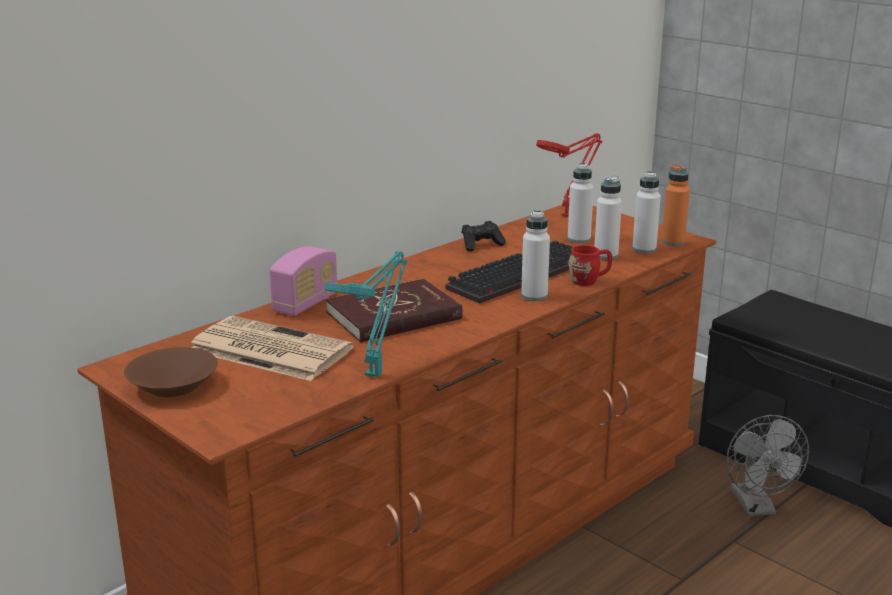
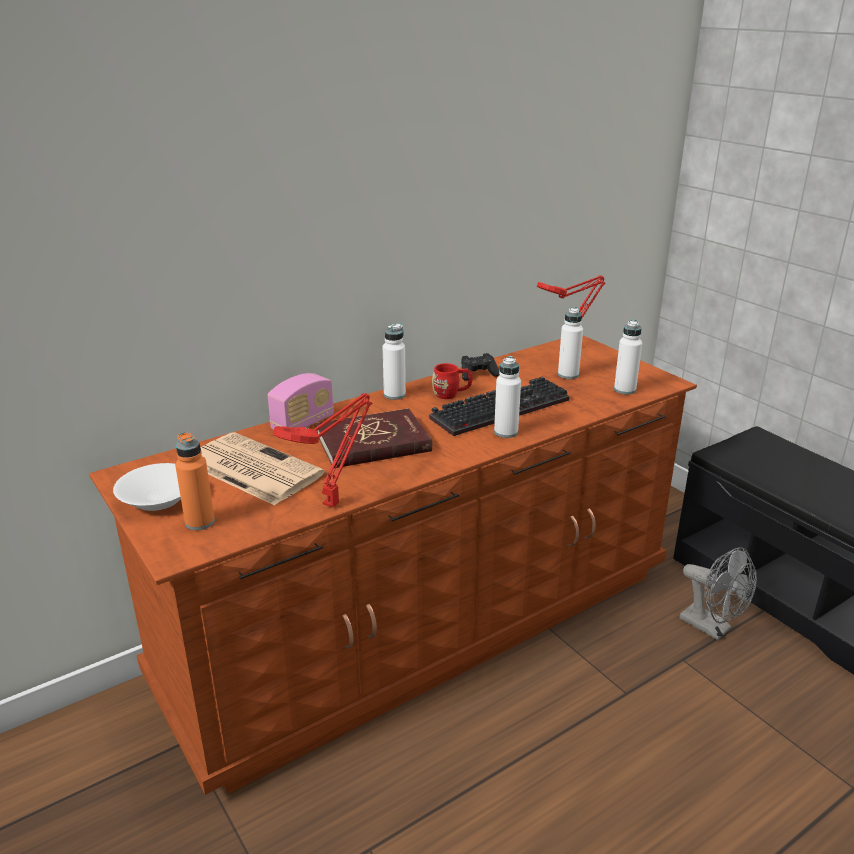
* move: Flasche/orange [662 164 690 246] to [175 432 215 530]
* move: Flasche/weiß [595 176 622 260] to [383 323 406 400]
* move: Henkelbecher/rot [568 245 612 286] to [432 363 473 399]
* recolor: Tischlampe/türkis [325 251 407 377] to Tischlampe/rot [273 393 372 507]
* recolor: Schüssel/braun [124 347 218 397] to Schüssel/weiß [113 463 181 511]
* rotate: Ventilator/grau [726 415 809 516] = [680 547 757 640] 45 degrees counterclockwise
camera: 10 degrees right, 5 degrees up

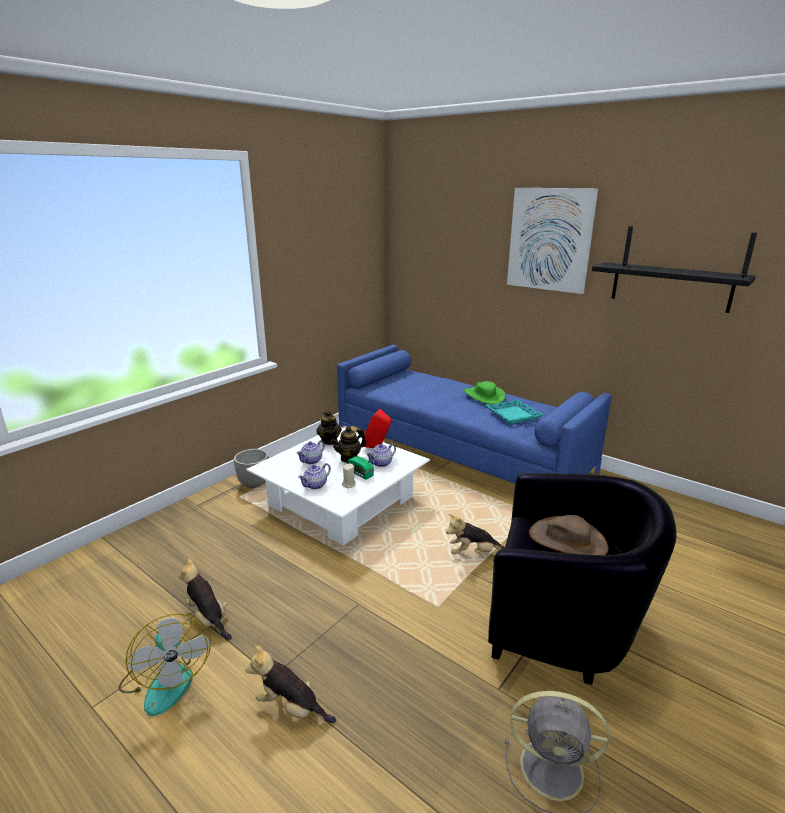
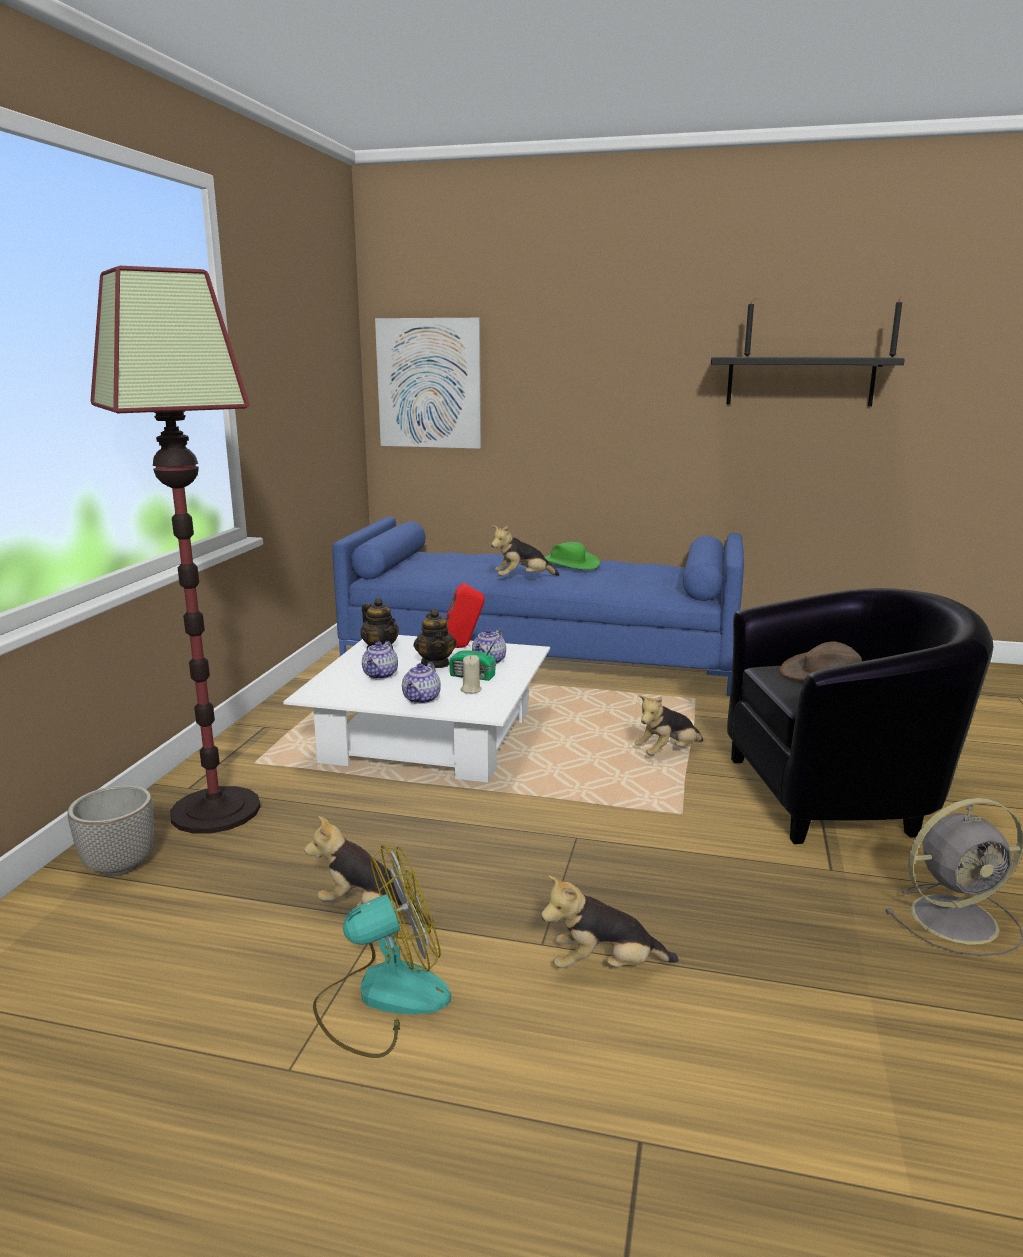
* move: Bild [507 188 598 294] to [375 318 481 449]
* delete: Tablett/türkis [486 399 544 424]
* rotate: Teekanne [331 426 366 463] = [414 609 456 668] 45 degrees counterclockwise
* move: Pflanzkübel [234 449 269 488] to [68 785 154 876]
* rotate: Ventilator [119 614 211 716] = [313 845 451 1058] 60 degrees counterclockwise
* insert: Stehlampe [91 266 260 834]
* insert: Plüschtier [491 525 560 576]
camera: 25 degrees left, 5 degrees down

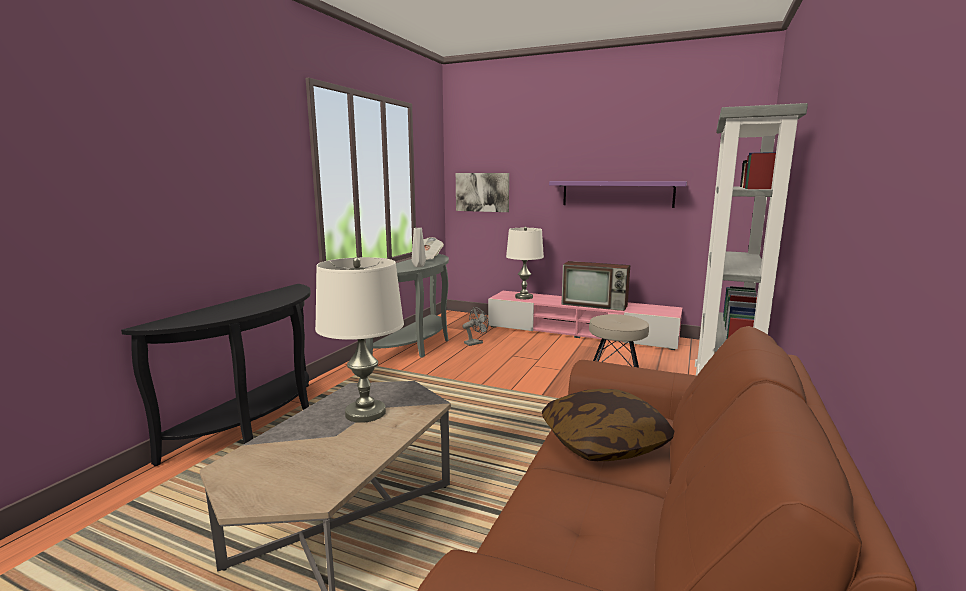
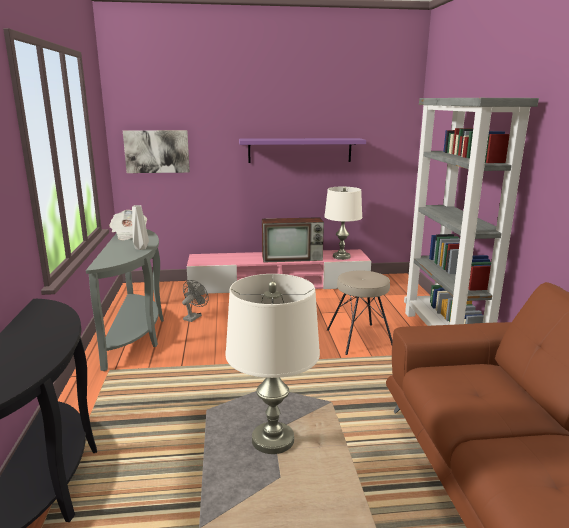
* move: Tischlampe/weiß [506 227 544 299] to [324 187 362 260]
* delete: Kissen [542 389 674 461]
camera: 30 degrees left, 5 degrees up

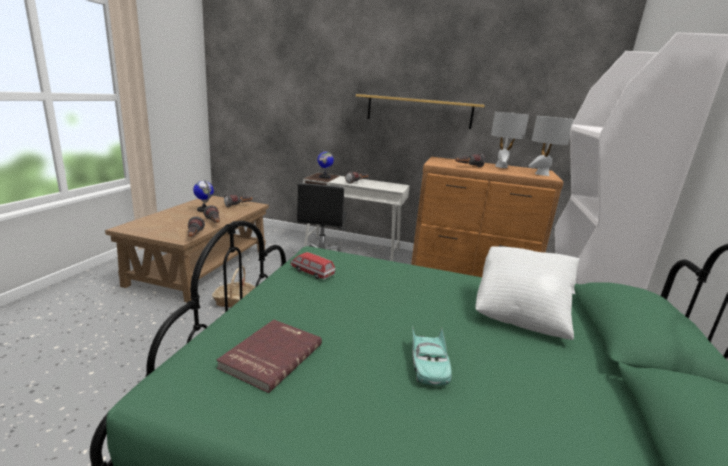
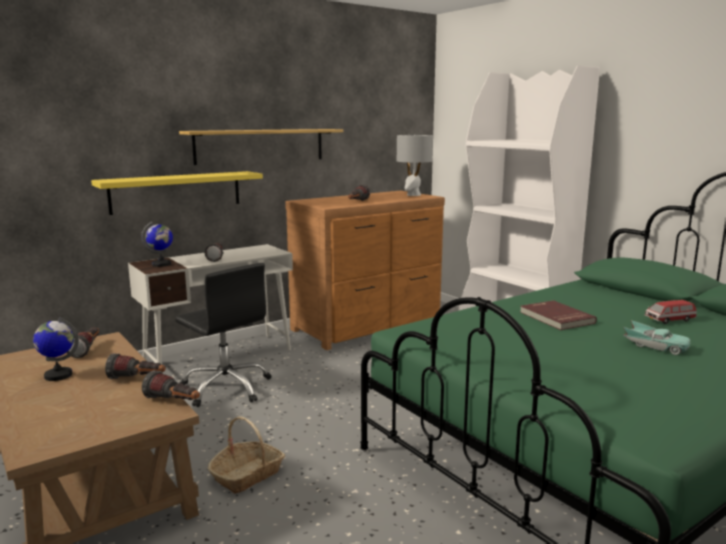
* delete: Tischlampe/grau [491 112 529 168]
* delete: Kissen/weiß [475 247 580 340]
* move: Spielzeugauto [290 252 335 279] to [644 300 697 324]
* move: Buch/rot [217 320 322 393] to [520 300 597 330]
* insert: Wandregal/gelb [91 171 263 215]
camera: 50 degrees left, 5 degrees down

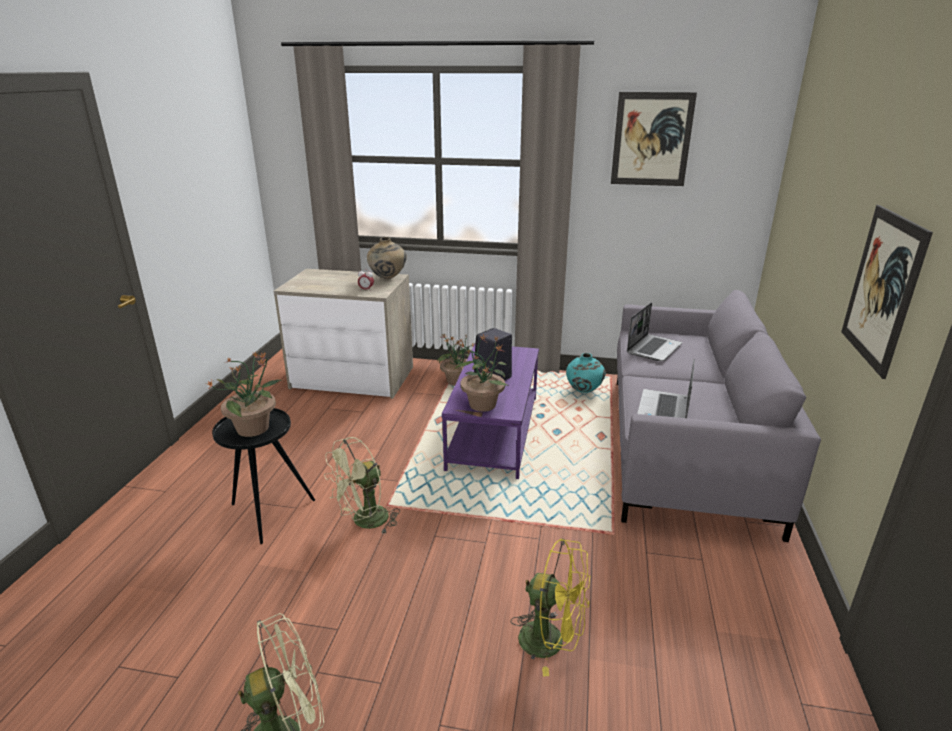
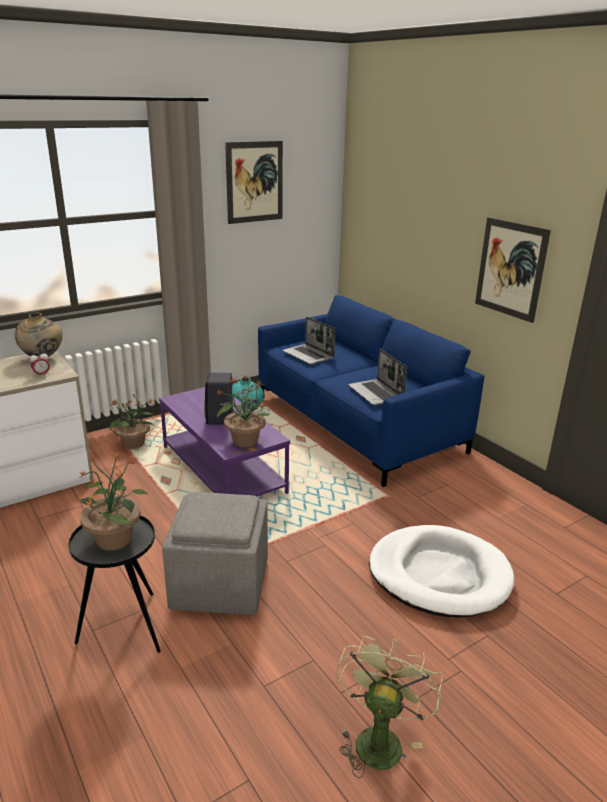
* recolor: Sofa/grau [617 290 821 542] to Sofa/blau [258 295 484 487]
* rotate: Laptop [627 302 682 361] = [282 317 335 364] 150 degrees clockwise
* replace: Ventilator/grün [324 437 400 535] to Polsterhocker/grau [162 492 268 615]
* replace: Ventilator/gelb [510 538 590 676] to Hundebett/weiß [369 525 514 618]
camera: 45 degrees left, 0 degrees up

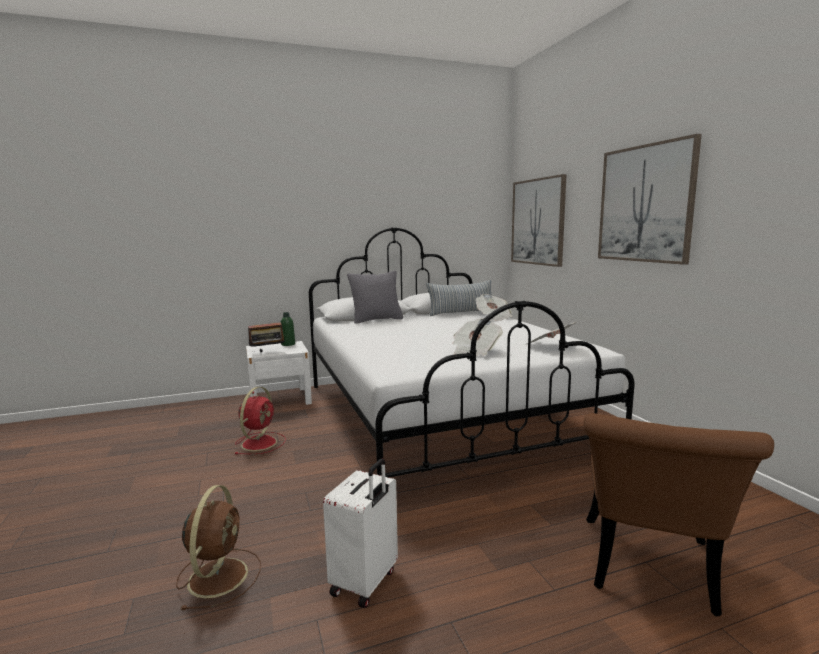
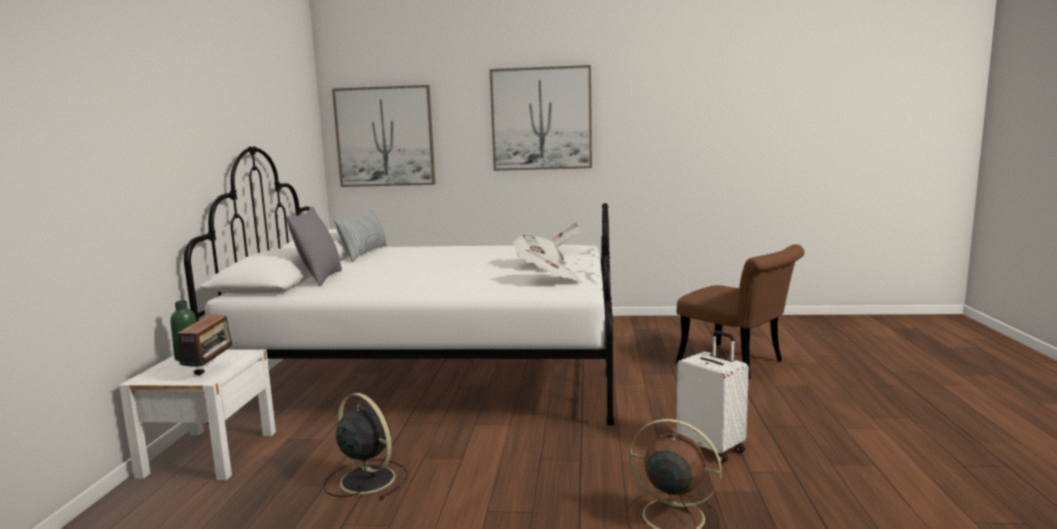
* move: Zeitung [476 294 512 321] to [524 249 585 284]
* recolor: Ventilator/rot [234 387 286 454] to Ventilator/schwarz [323 393 408 499]
camera: 65 degrees left, 0 degrees up

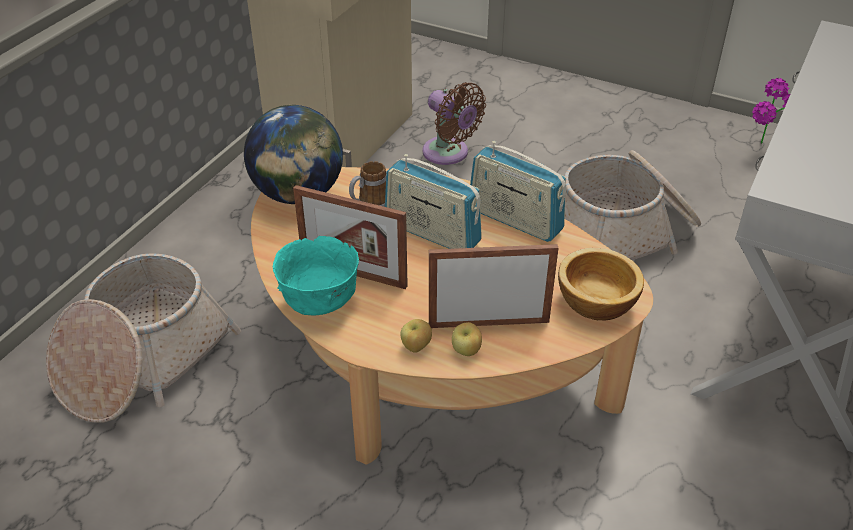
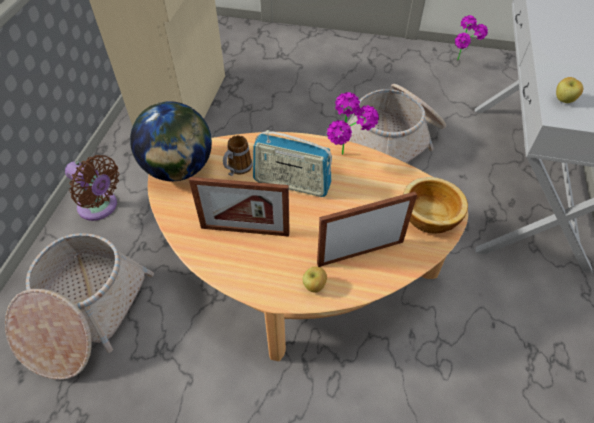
* move: Ventilator/braun [422 82 486 165] to [65 155 119 221]
* replace: Radio [470 141 566 242] to Topfpflanze [327 92 379 155]
* delete: Schüssel/türkis [273 236 359 316]
* move: Apfel [452 322 482 356] to [556 77 583 103]
camera: 15 degrees left, 10 degrees up

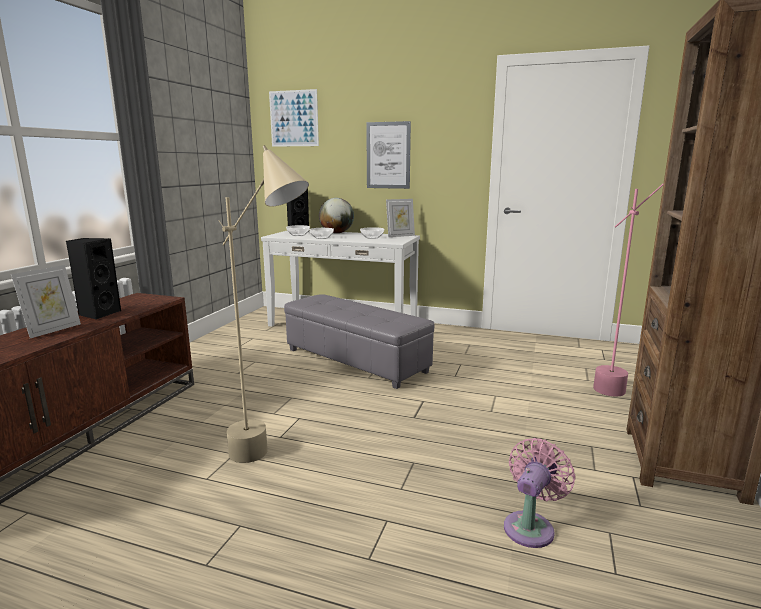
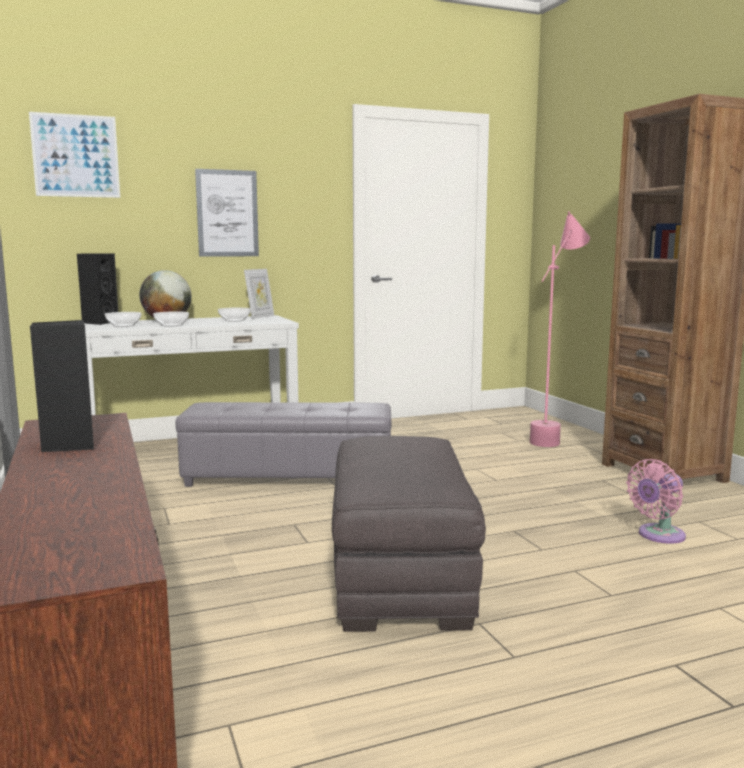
* replace: Stehlampe/beige [219 145 309 463] to Polsterhocker/grau [332 436 486 632]
* delete: Bilderrahmen [11 265 81 338]
* rotate: Ventilator/rosa [504 438 576 548] = [626 459 686 544] 120 degrees counterclockwise
camera: 40 degrees left, 5 degrees down

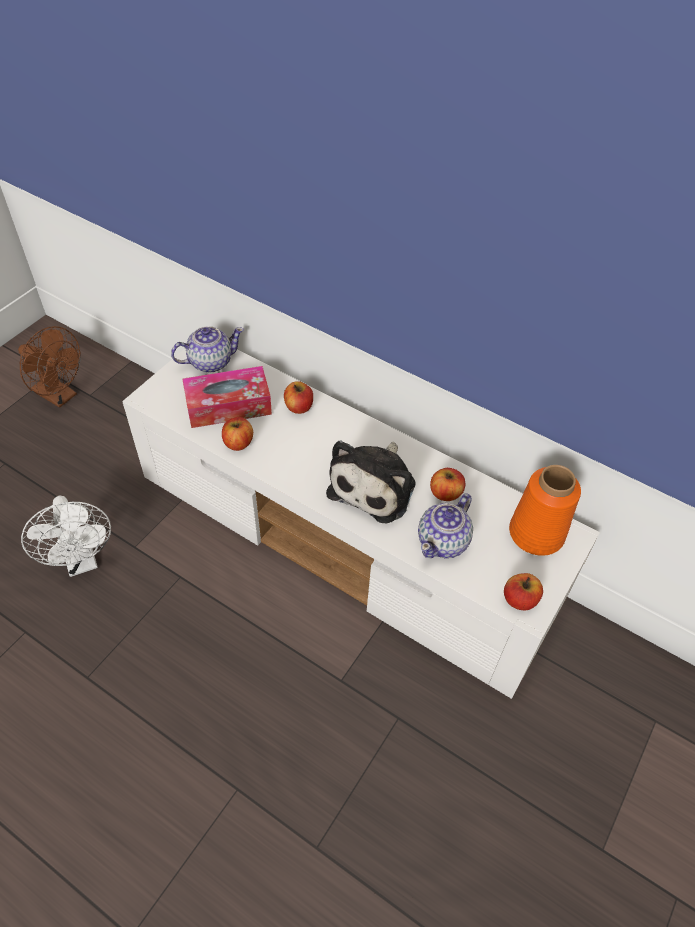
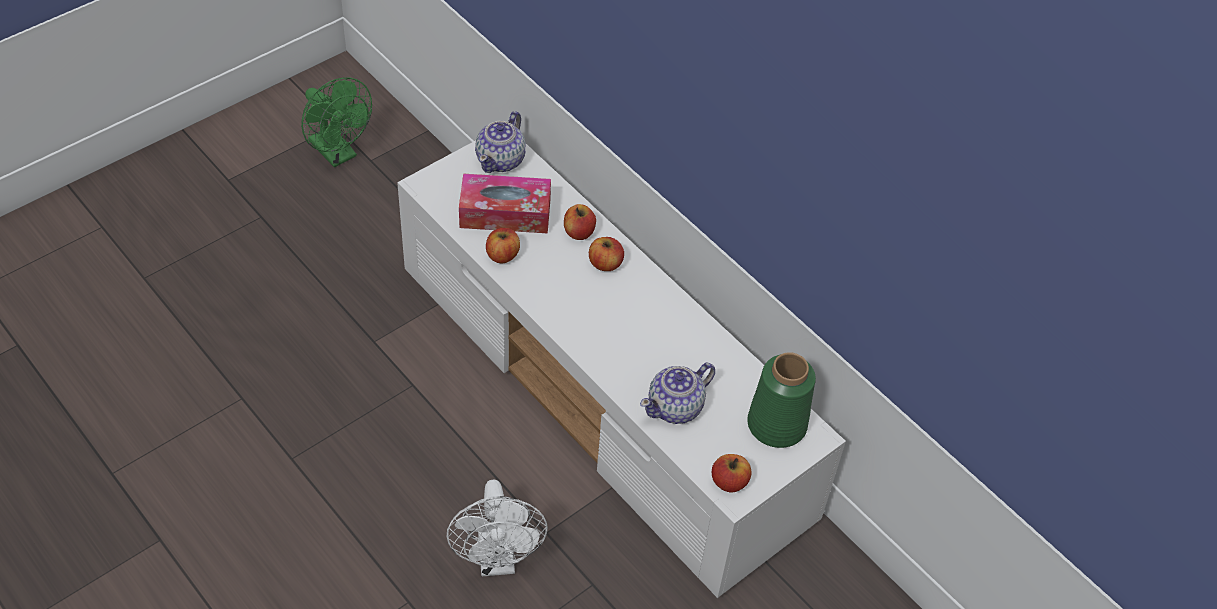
* recolor: Ventilator/braun [18 326 81 408] to Ventilator/grün [301 77 372 168]
* rotate: Teekanne [171 326 244 373] = [475 111 526 173] 120 degrees clockwise
* delete: Plüschtier [326 441 416 523]
* recolor: Vase/orange [509 465 581 556] to Vase/grün [747 352 816 448]
* move: Apfel [430 468 465 501] to [589 237 624 271]
* move: Ventilator/weiß [21 495 111 577] to [446 479 548 576]
camera: 15 degrees right, 0 degrees up

